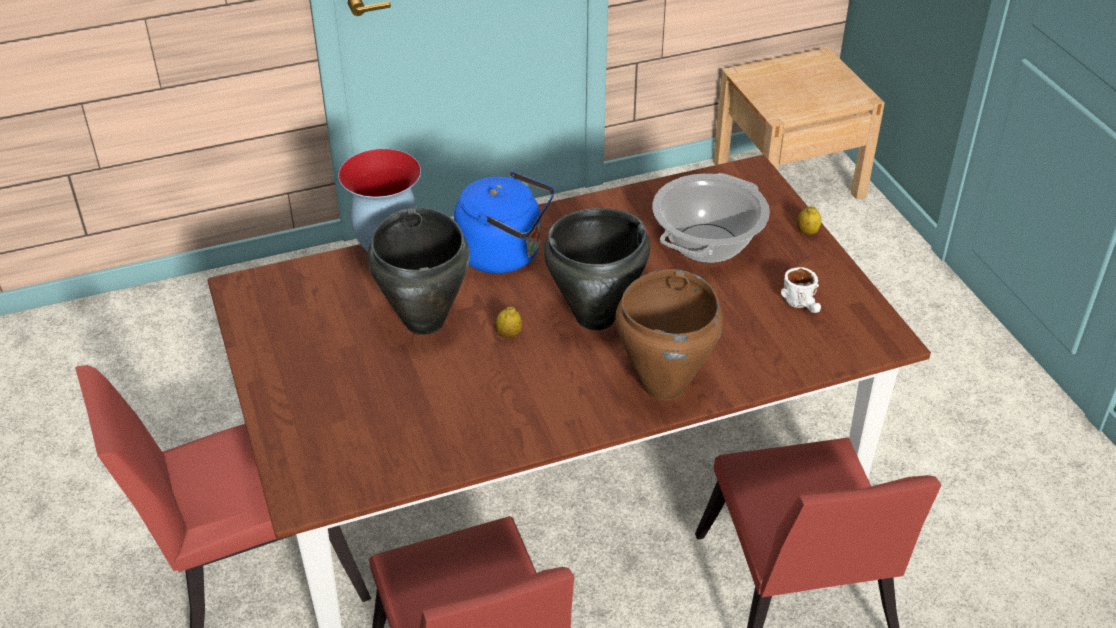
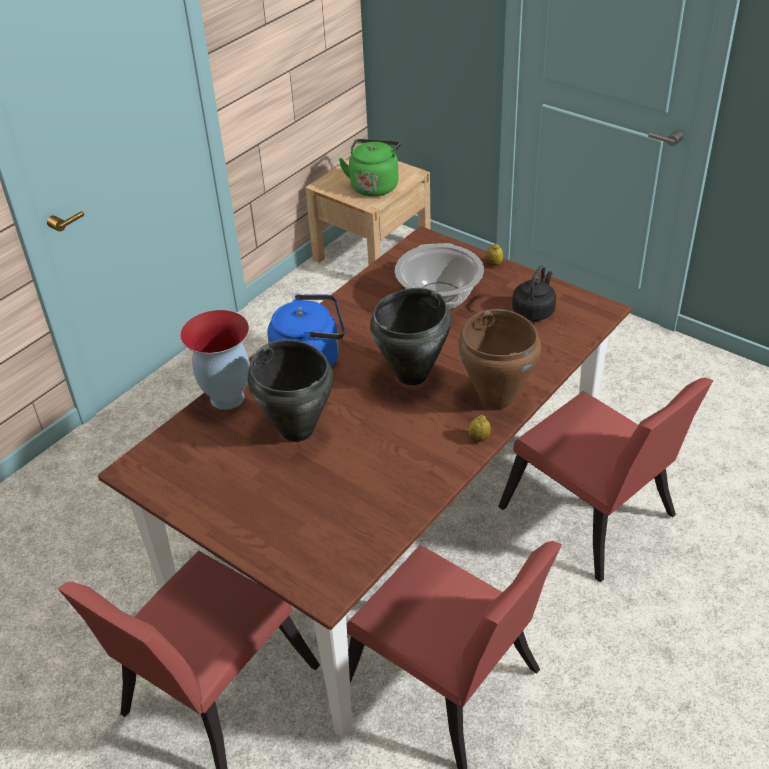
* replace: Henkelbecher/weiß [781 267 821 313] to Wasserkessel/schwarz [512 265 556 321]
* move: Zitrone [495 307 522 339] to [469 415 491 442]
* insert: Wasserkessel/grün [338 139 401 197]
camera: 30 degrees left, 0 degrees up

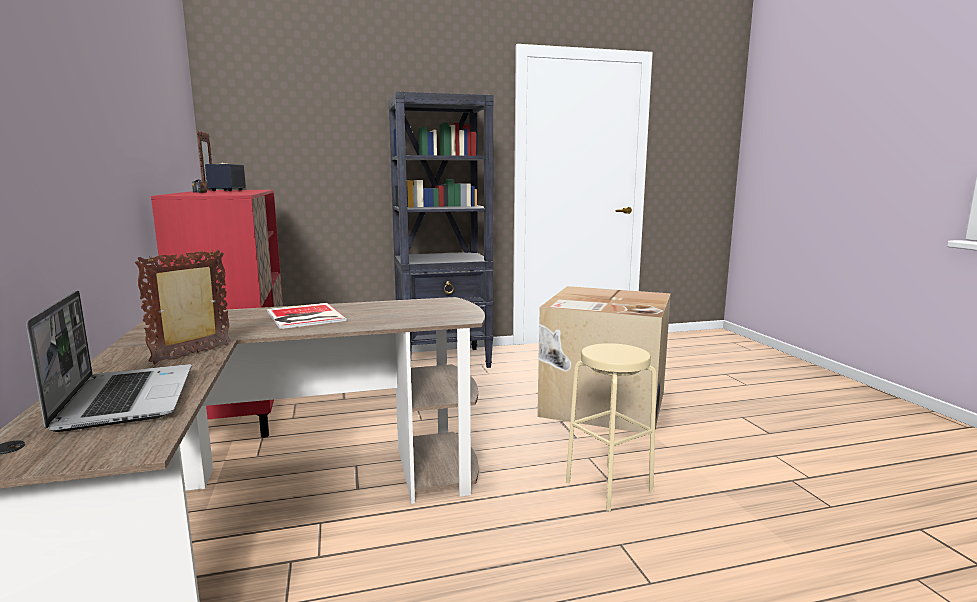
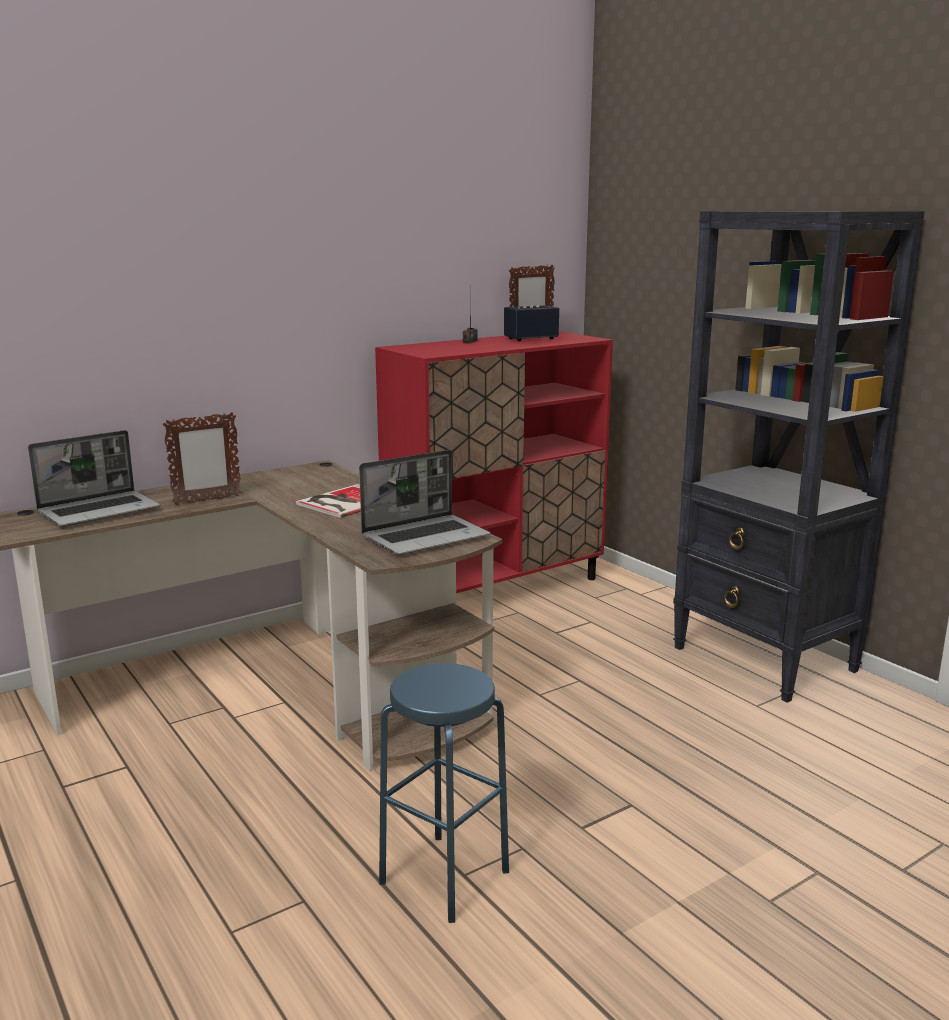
* rotate: Bilderrahmen [135 250 231 364] = [163 412 242 505] 135 degrees clockwise
* delete: Karton [537 286 671 433]
* recolor: Hocker/beige [566 343 656 511] to Hocker/blau [379 663 509 923]
* insert: Laptop [359 450 490 555]
camera: 70 degrees right, 5 degrees up

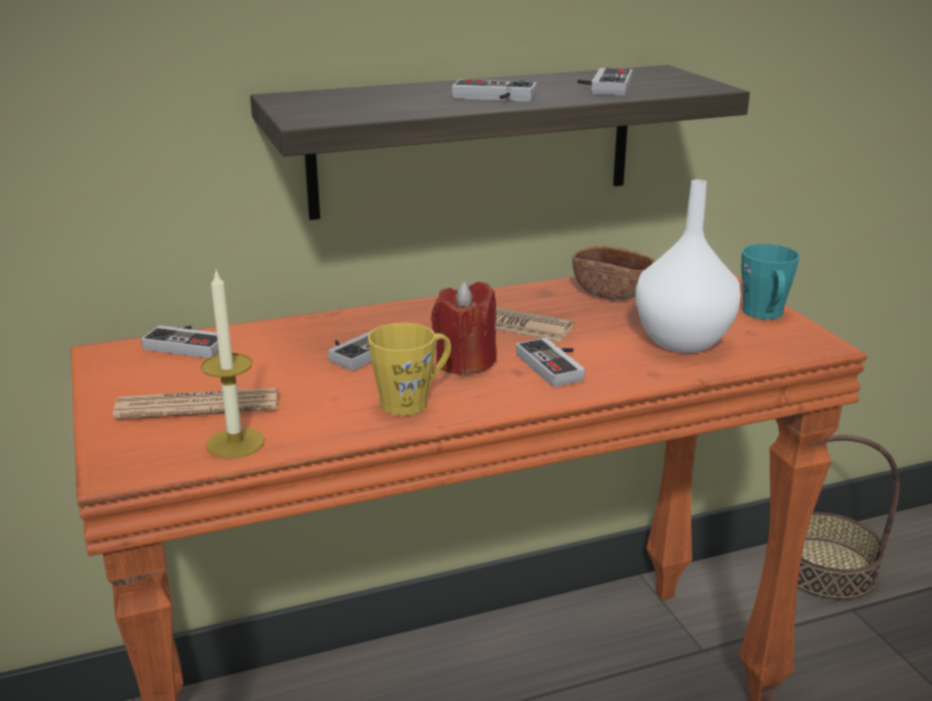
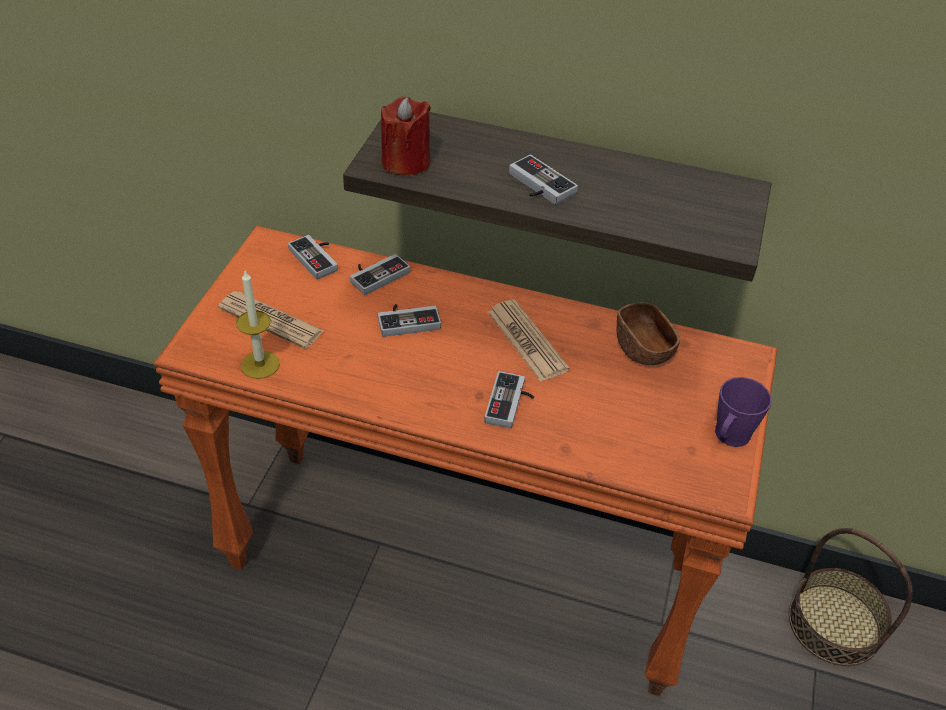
* move: Gamepad [577 68 633 96] to [350 254 410 295]
* delete: Vase/weiß [635 180 741 353]
* recolor: Henkelbecher/türkis [741 244 800 319] to Henkelbecher/lila [715 377 772 447]
* move: Kerze/rot [431 281 497 376] to [381 97 431 176]
* delete: Henkelbecher/gelb [368 323 451 416]
camera: 35 degrees right, 20 degrees up

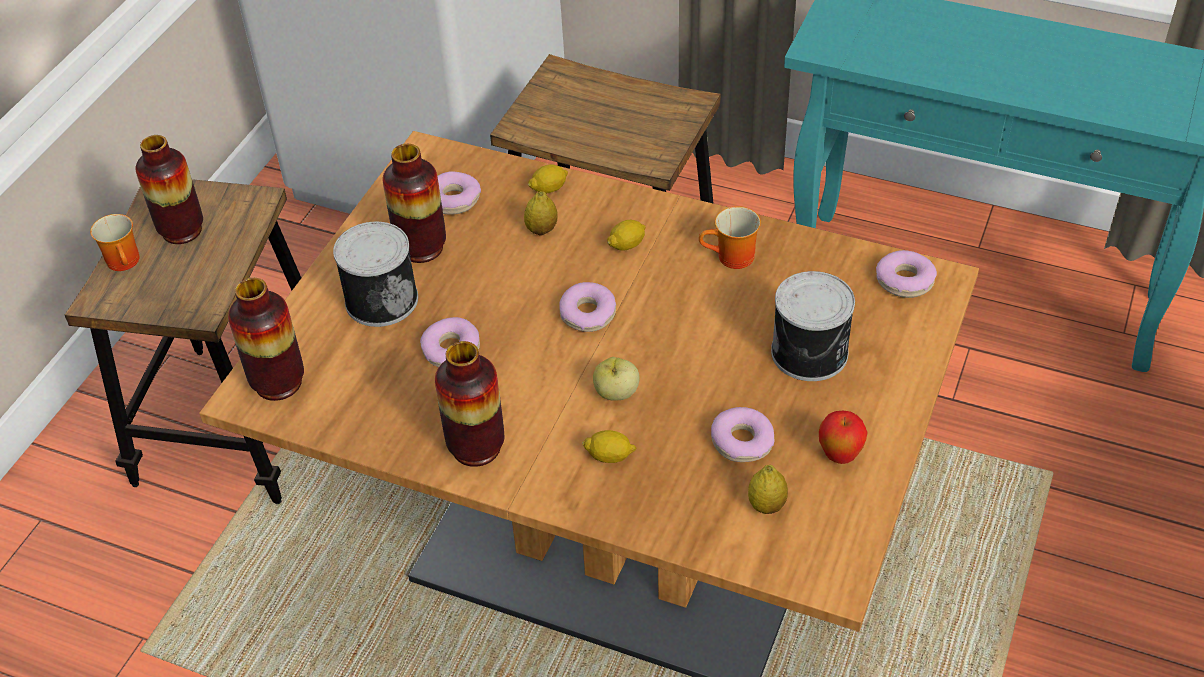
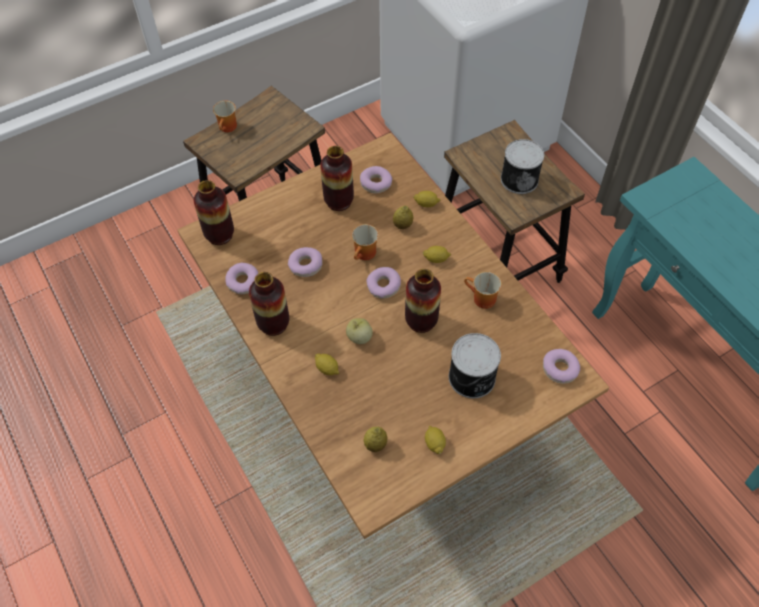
* move: Vase [135 135 203 244] to [405 269 441 333]
* move: Dose [333 222 418 327] to [501 139 544 194]
* move: Donut [711 407 775 462] to [225 263 258 294]
* replace: Apfel [819 411 868 464] to Zitrone [425 426 446 454]
* insert: Henkelbecher [352 224 379 260]
camera: 35 degrees right, 10 degrees up

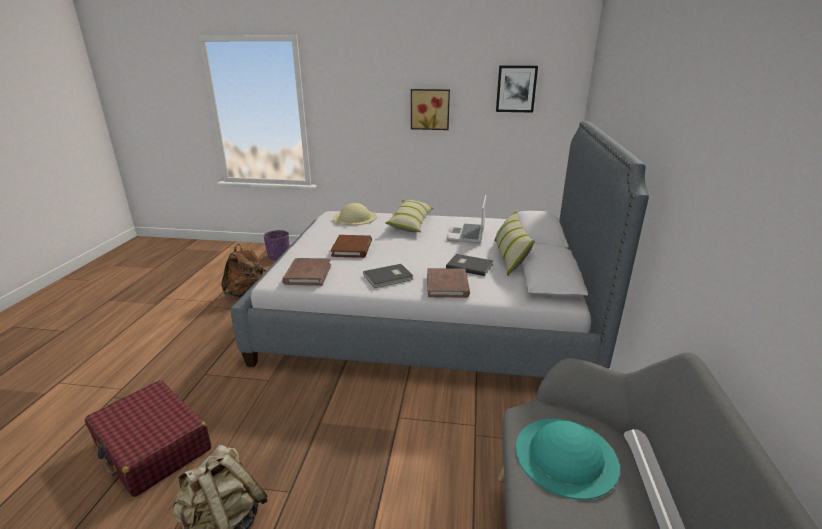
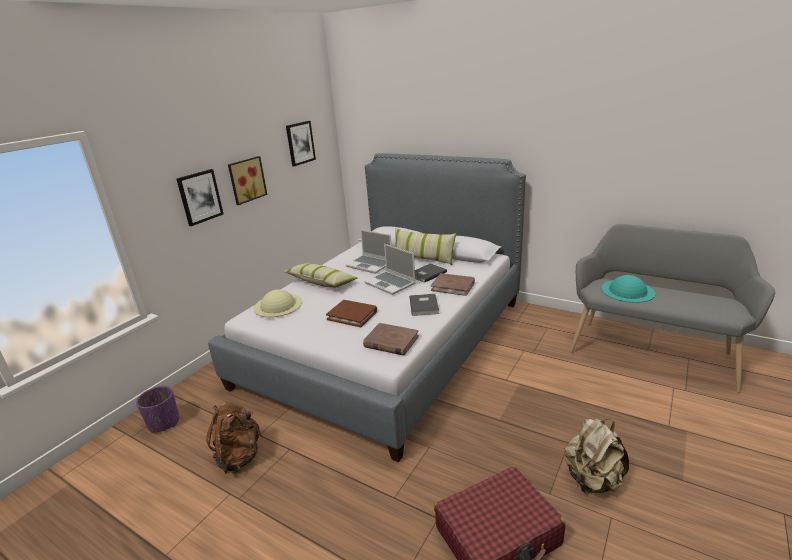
* insert: Bild [177 169 224 226]
* insert: Laptop [365 244 416 295]
camera: 65 degrees left, 0 degrees up

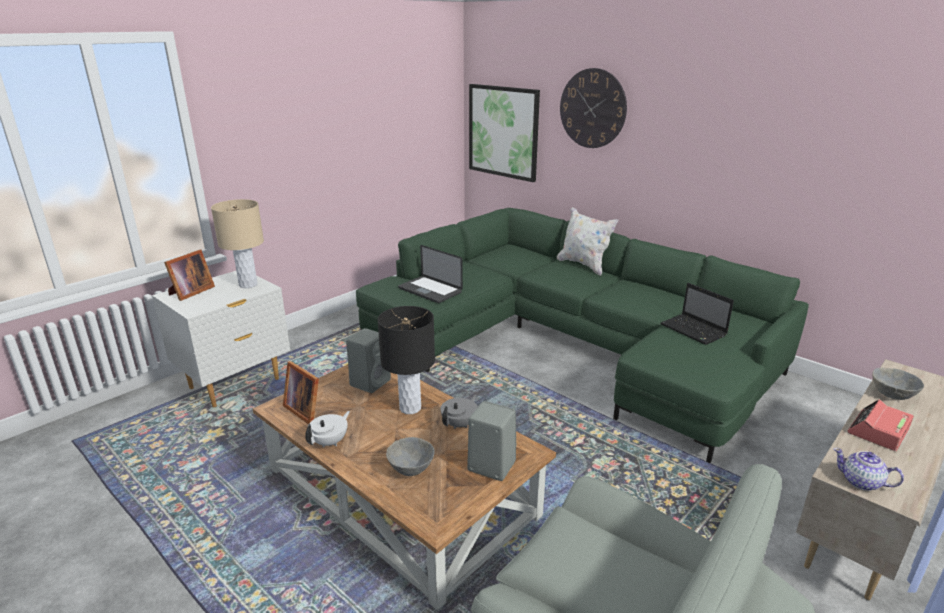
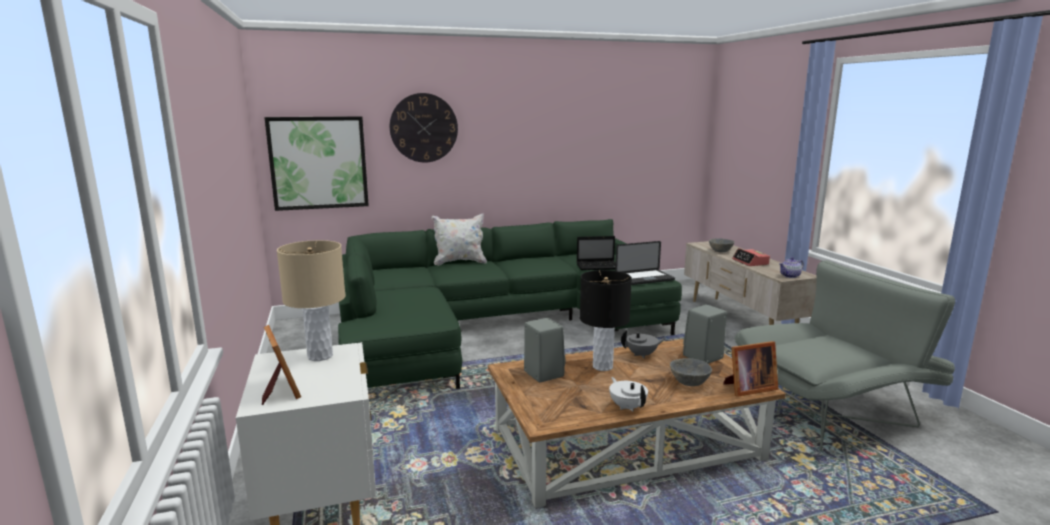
* move: Laptop [398 245 463 303] to [615 241 675 285]
* move: Bilderrahmen [283 361 319 424] to [723 341 778 397]
* rotate: Teekanne/grau [441 395 478 429] = [621 330 666 359] 105 degrees clockwise
camera: 60 degrees left, 10 degrees down

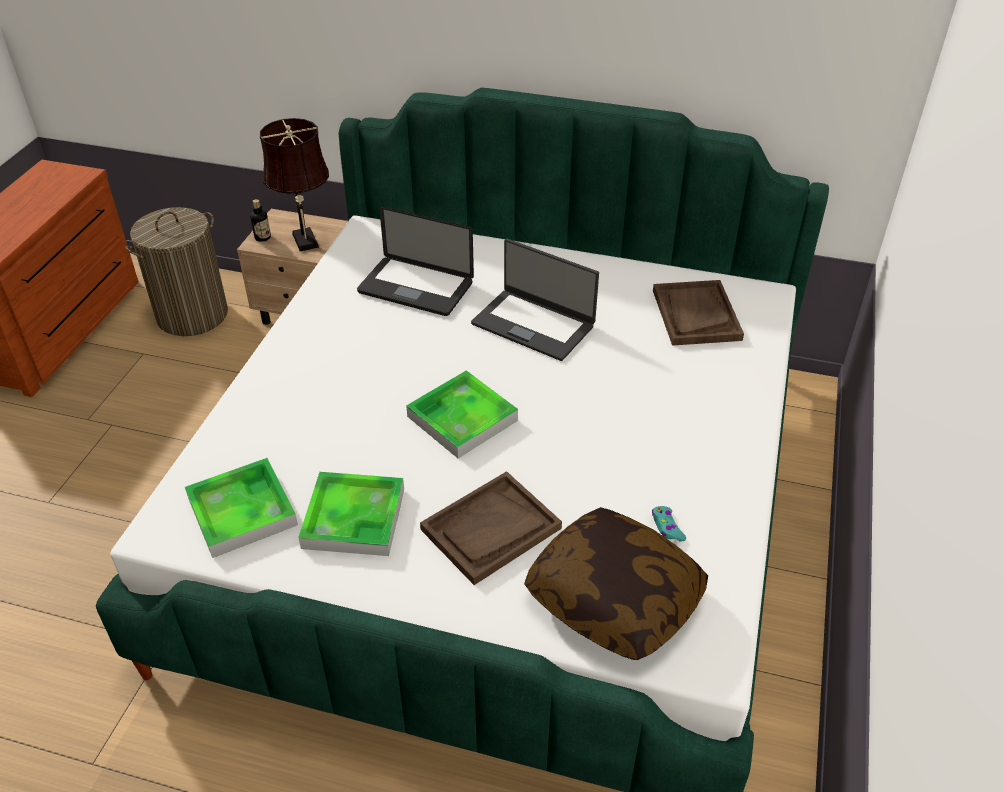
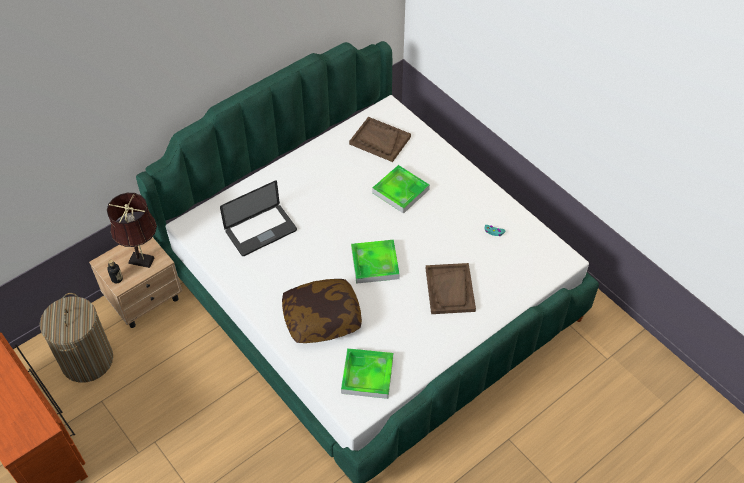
* delete: Laptop [471 239 599 361]
* move: Tablett [298 472 404 556] to [372 165 430 214]
* move: Kissen [524 507 708 660] to [282 279 362 343]
camera: 55 degrees left, 10 degrees up

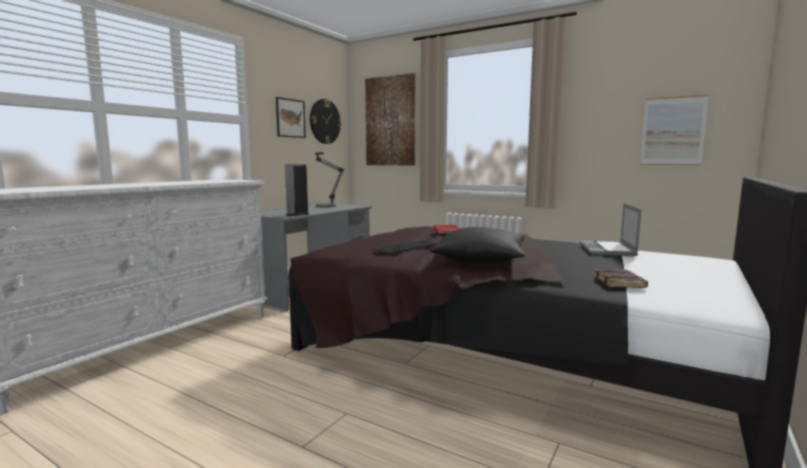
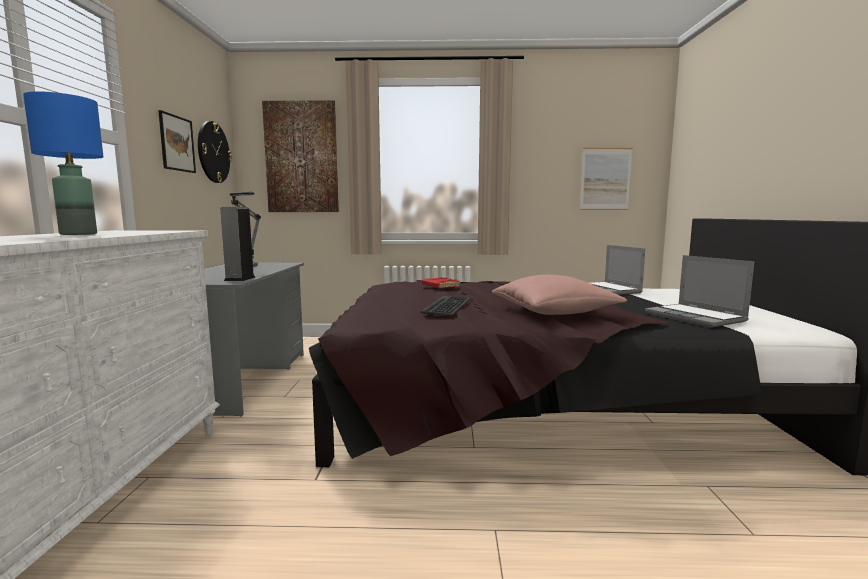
* recolor: Kissen/schwarz [430 227 525 263] to Kissen/rosa [492 275 627 315]
* replace: Buch/braun [594 269 648 288] to Laptop [645 255 754 328]
* insert: Tischlampe/blau [23 91 103 235]
camera: 30 degrees left, 0 degrees up

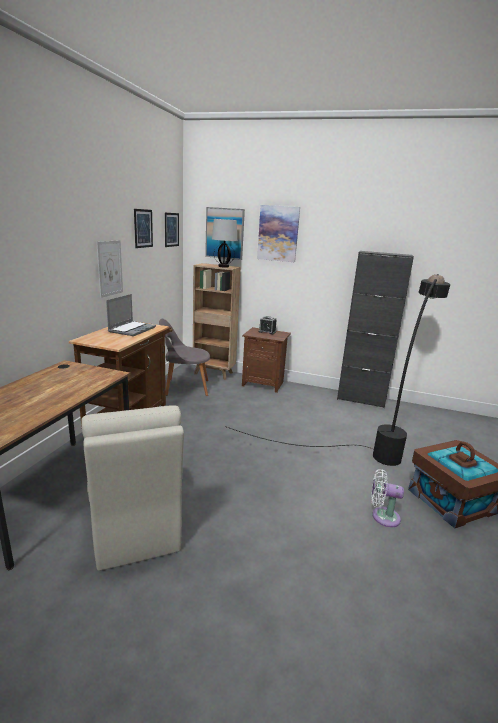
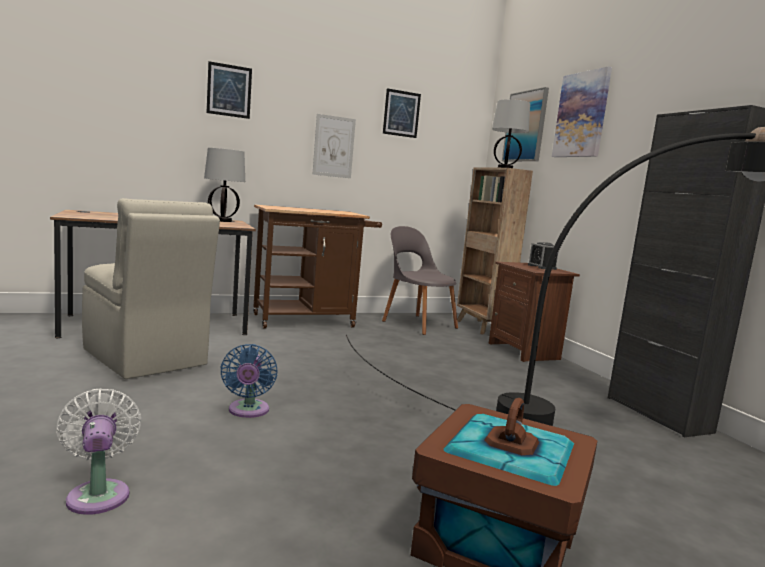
* move: Bild [165 213 179 247] to [207 61 252 119]
* delete: Laptop [106 294 156 336]
* rotate: Stuhl/beige [81 405 184 571] = [82 198 220 379] 75 degrees counterclockwise
* move: Ventilator/weiß [371 469 404 527] to [56 389 141 515]
* insert: Tischlampe [204 148 245 222]
* insert: Ventilator/blau [220 344 277 418]
camera: 50 degrees right, 10 degrees down

